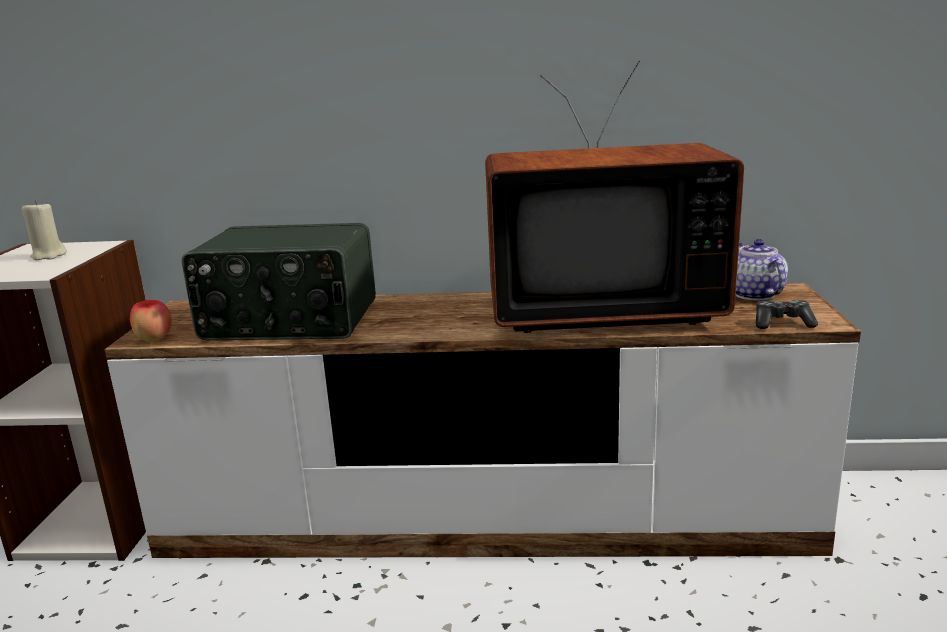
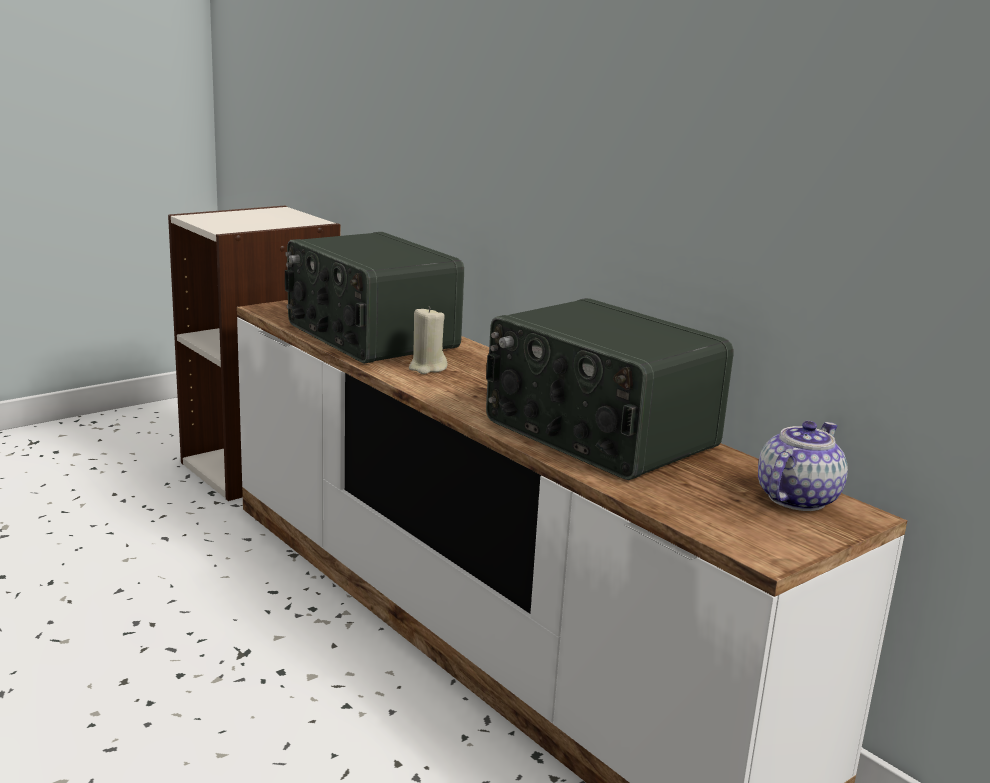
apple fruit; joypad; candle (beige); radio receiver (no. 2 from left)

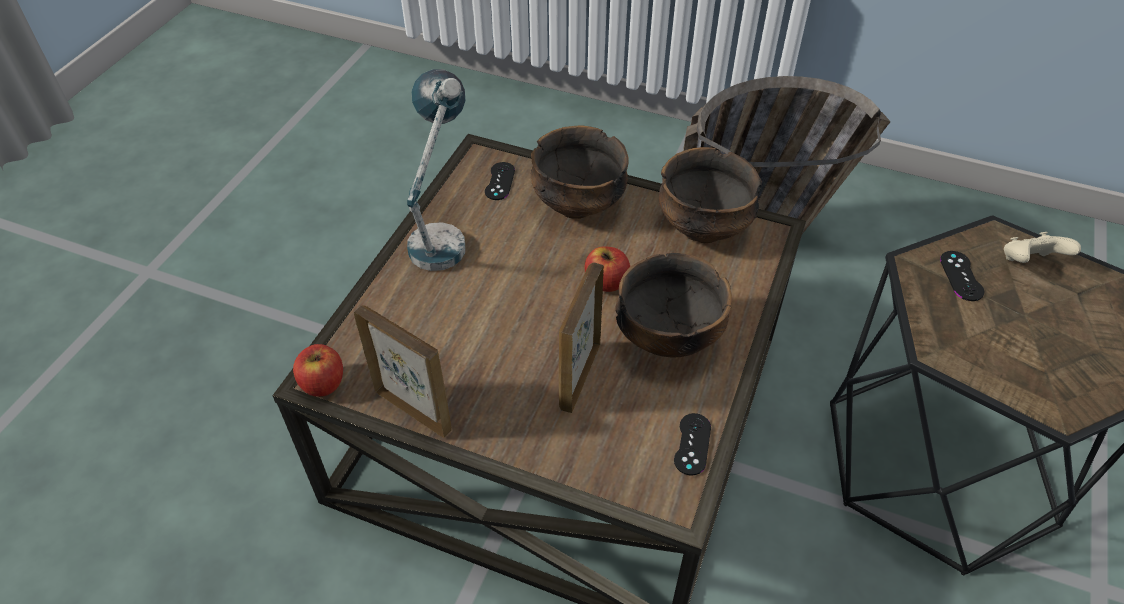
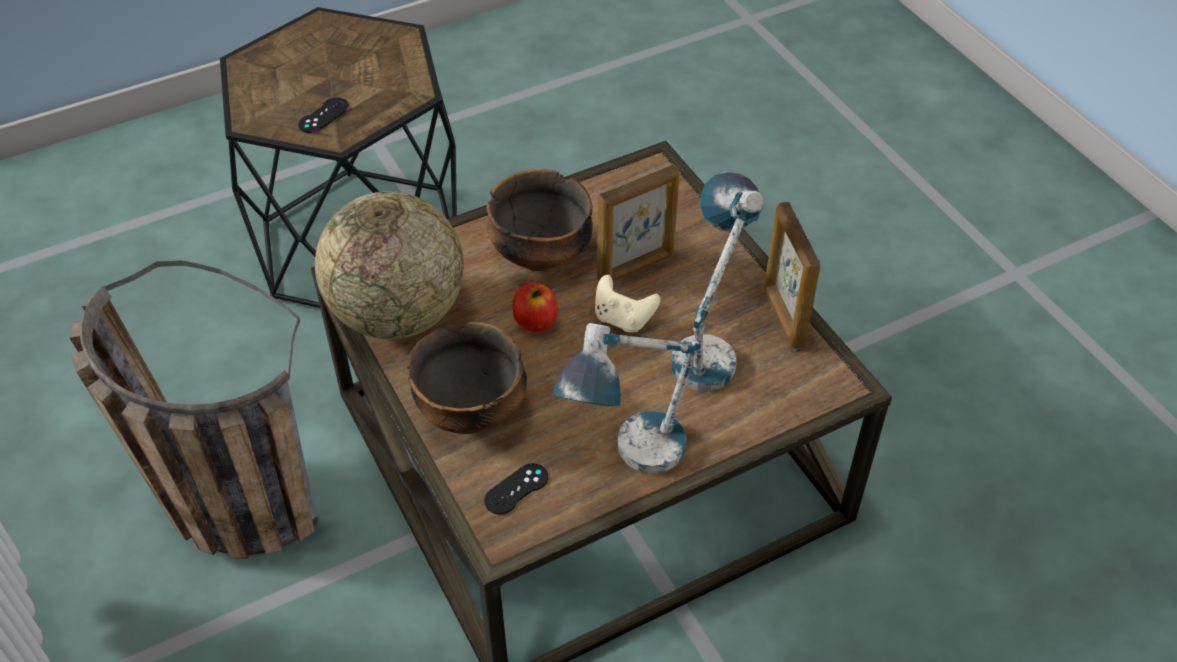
apple fruit (no. 1 from left in the first image); joypad (black-coloured) (no. 2 from left in the first image); tabletop lamp (no. 2 from left); joypad (beige); globe

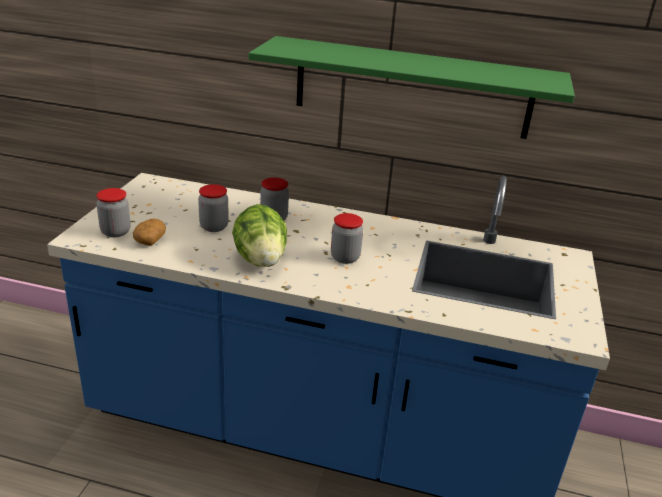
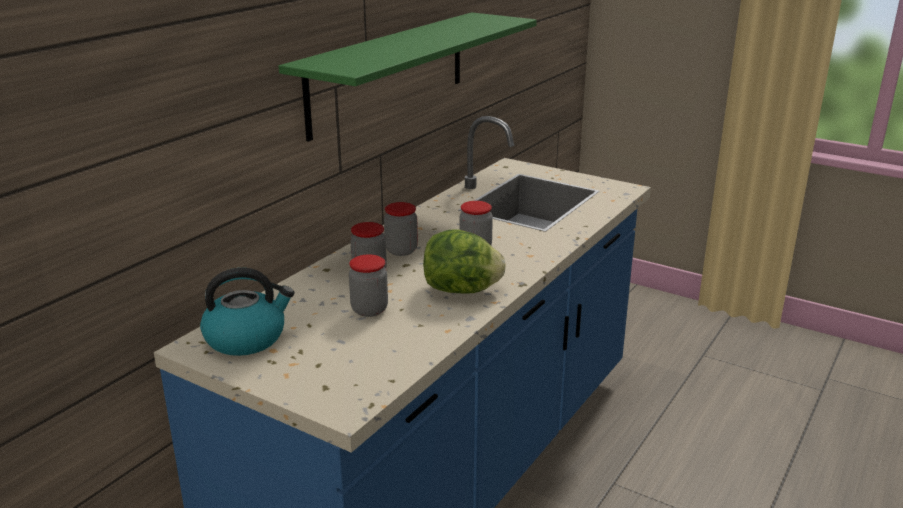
spud; tea kettle; jar (no. 3 from left)

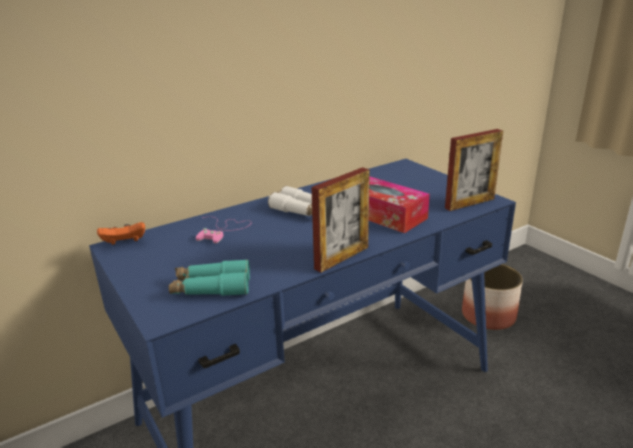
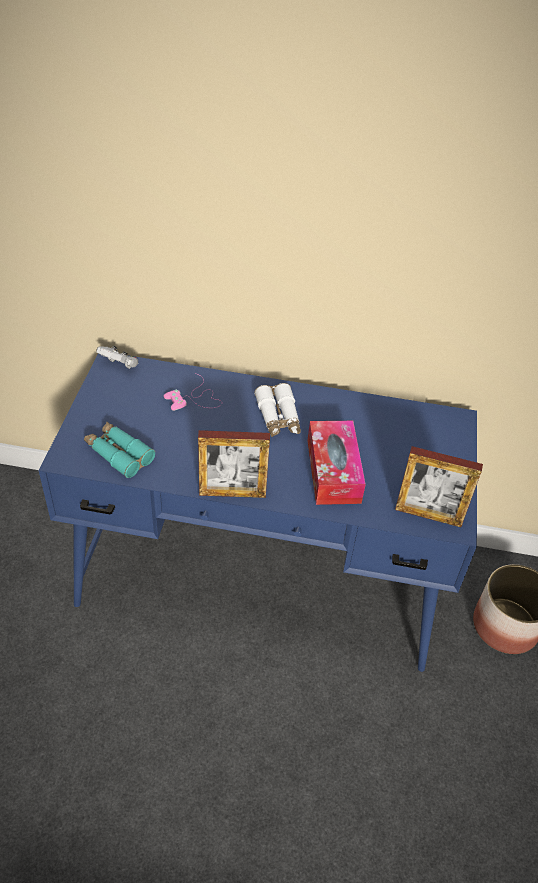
joypad (white)

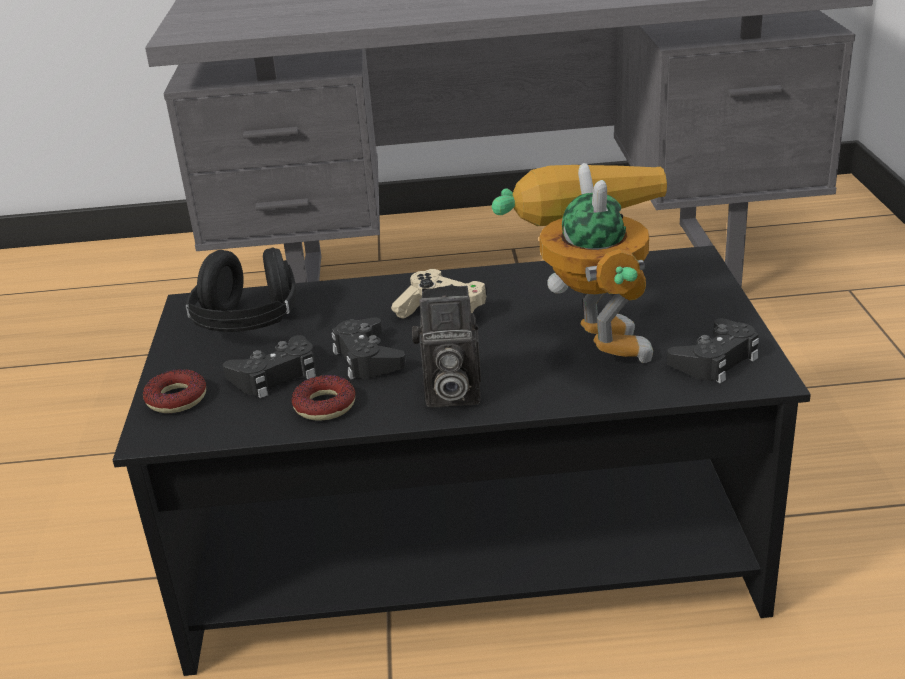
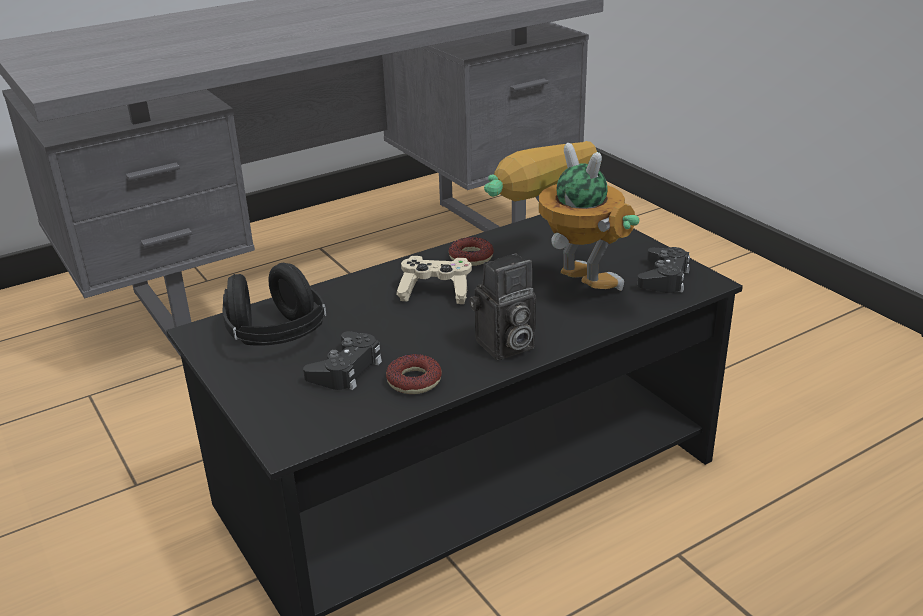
joypad (black-coloured) (no. 2 from left in the first image); doughnut (no. 2 from left)

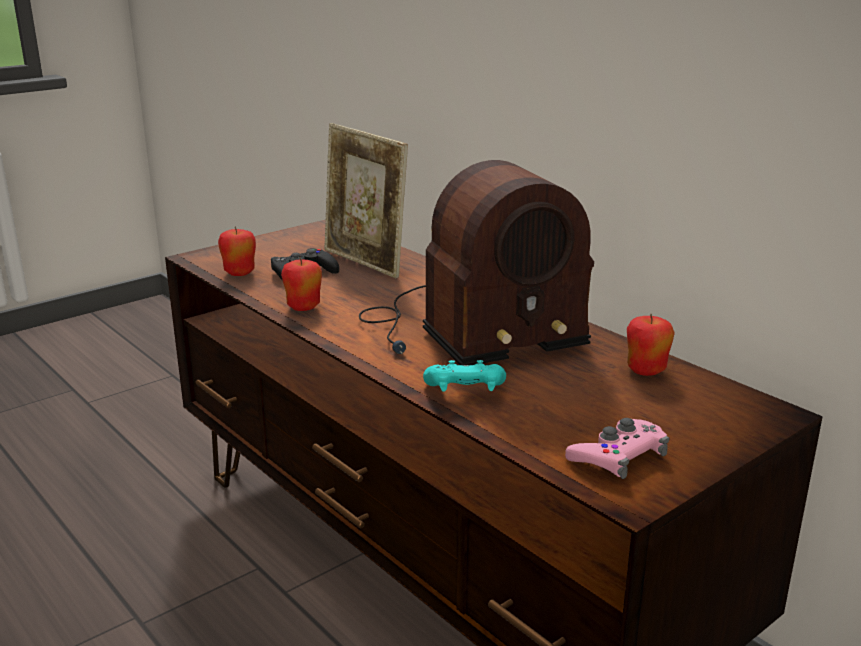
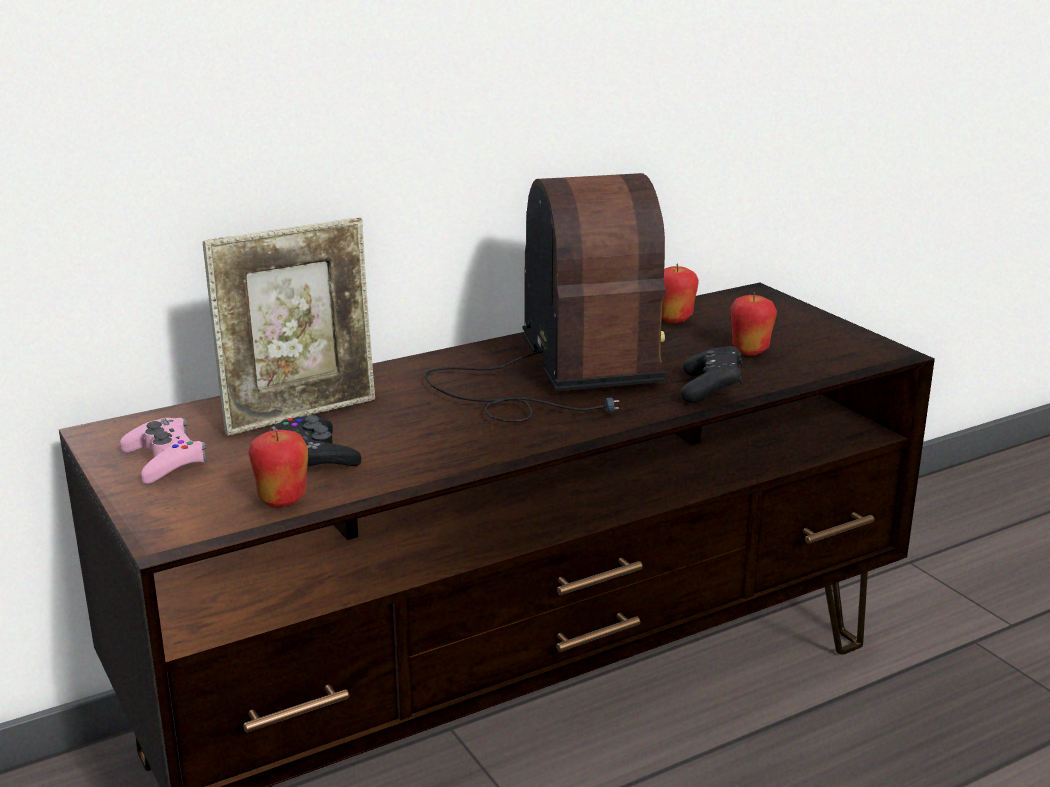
apple fruit (no. 3 from left); joypad (pinkish); joypad (black-coloured) (no. 2 from left)

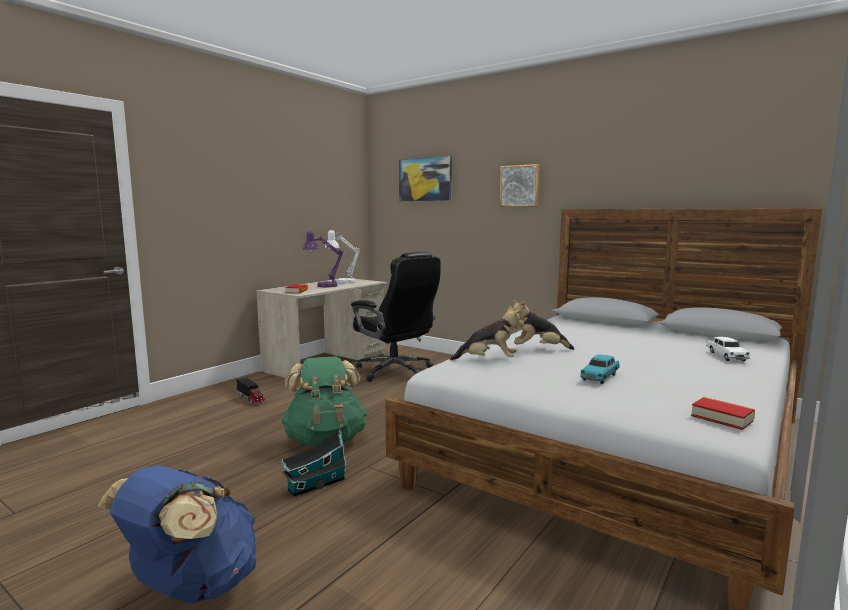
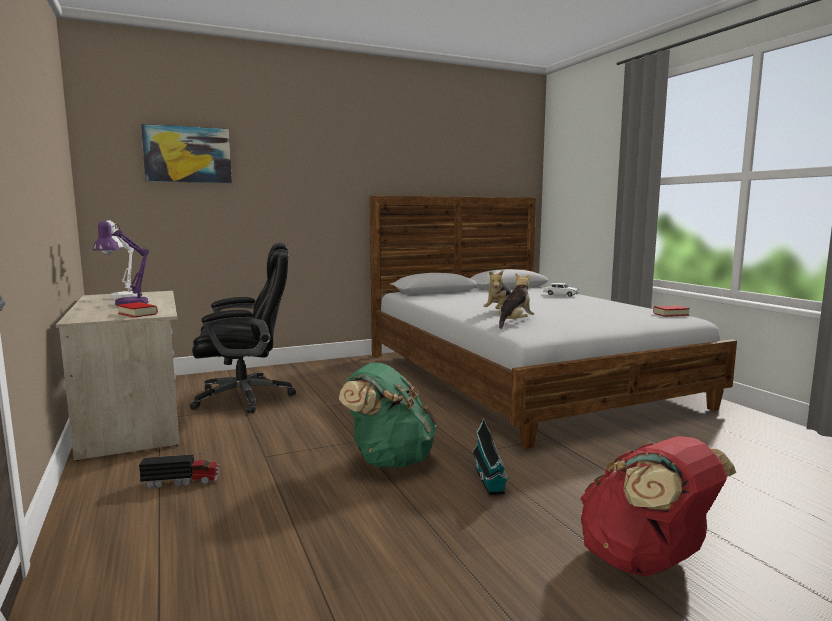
picture (no. 2 from left in the first image); model car (blue-green); rucksack (reddish)

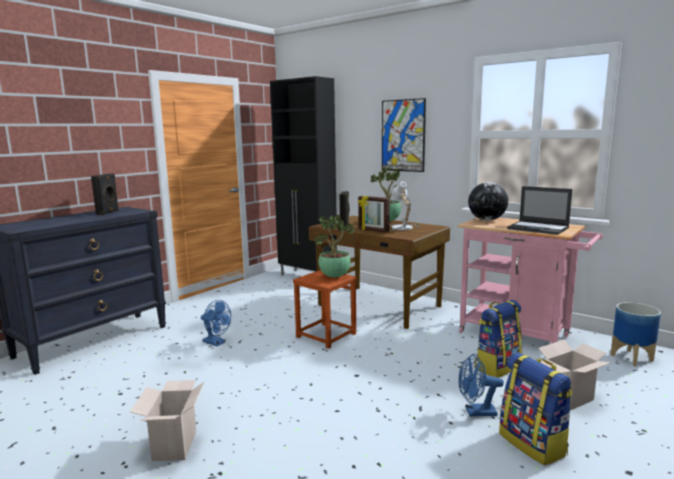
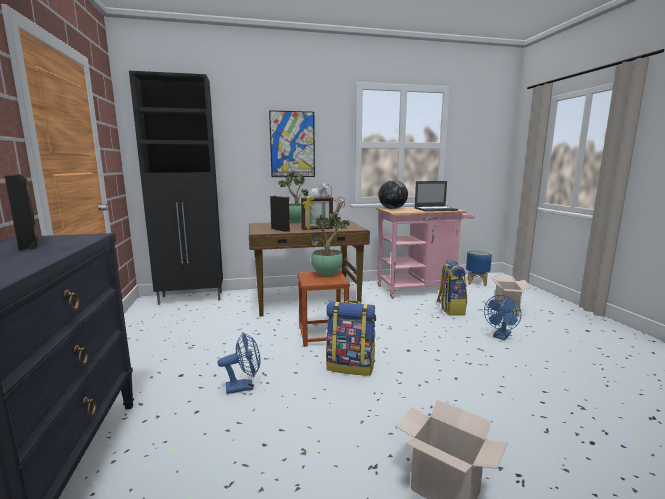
rucksack (no. 1 from left)

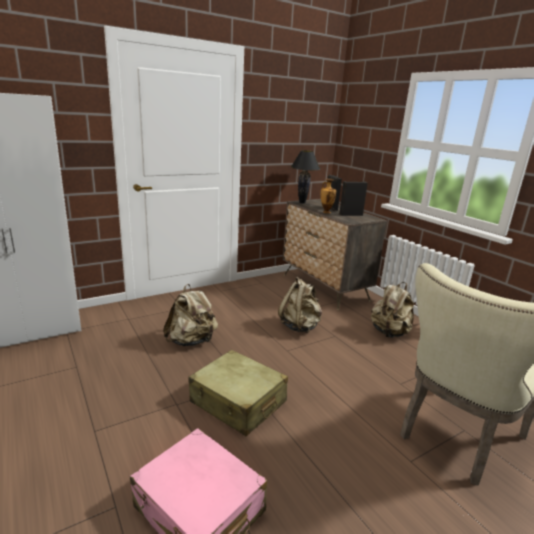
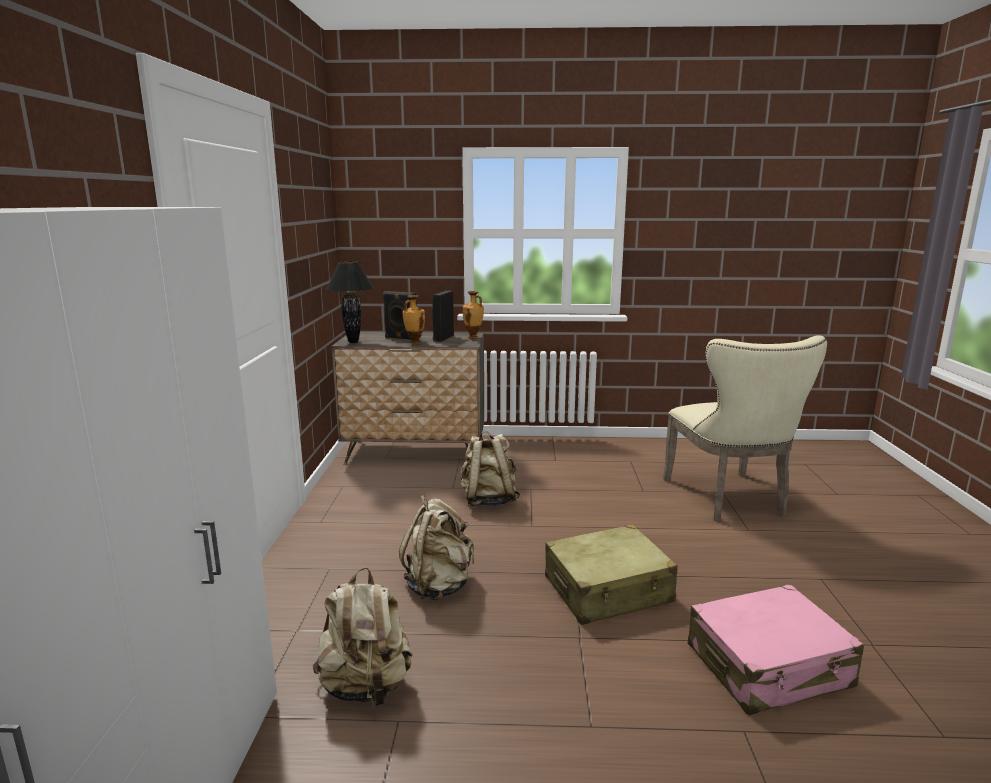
vase (no. 2 from left); rucksack (beige) (no. 1 from left)

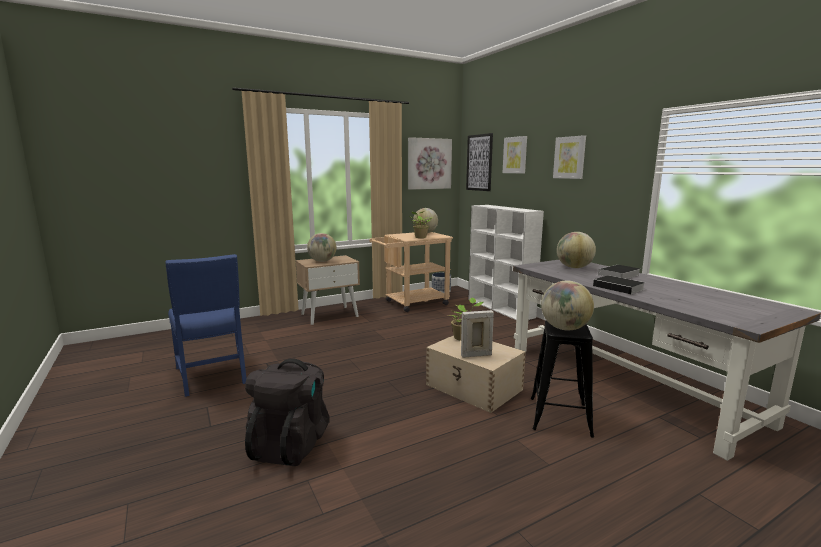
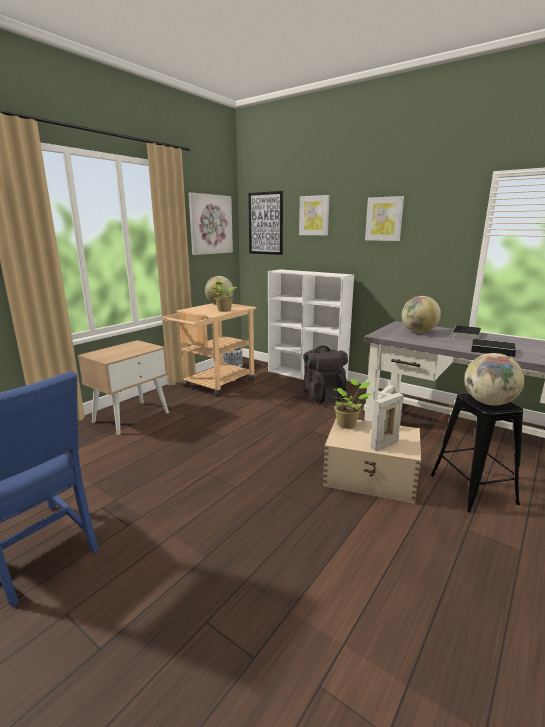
globe (no. 1 from left in the first image); rucksack (black-coloured)

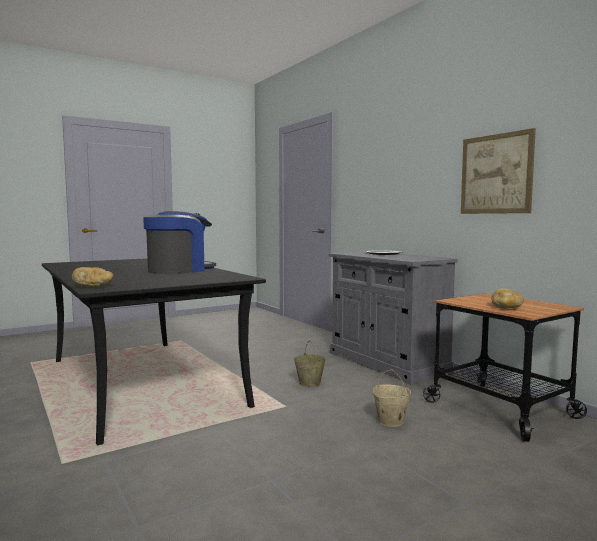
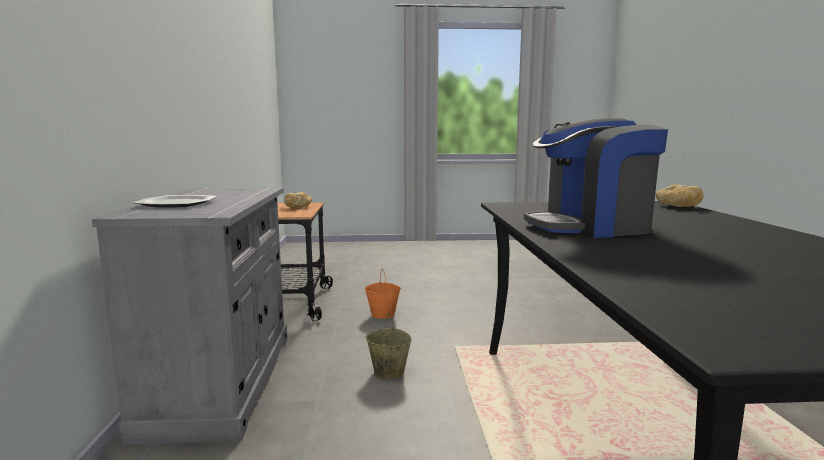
picture; water bucket (orange)

